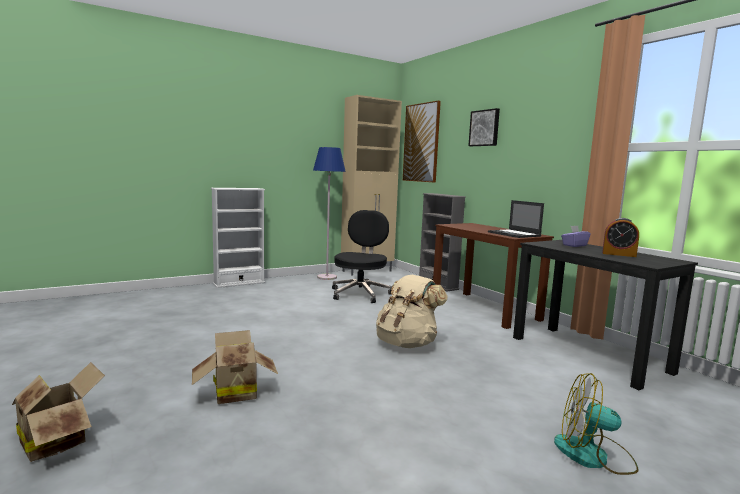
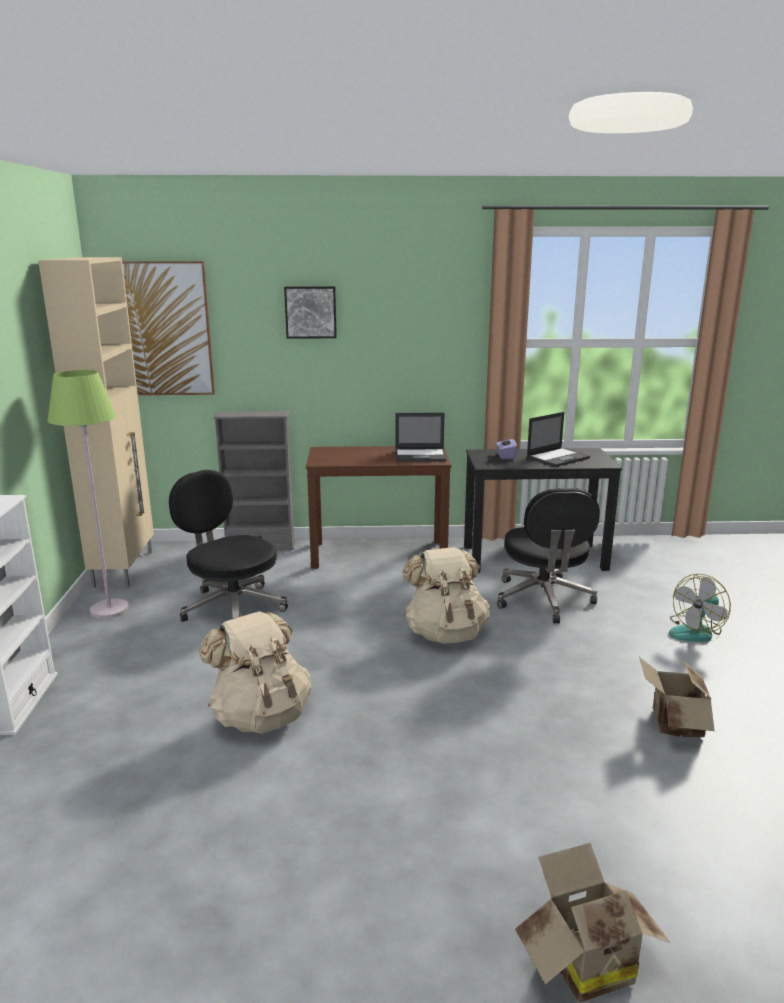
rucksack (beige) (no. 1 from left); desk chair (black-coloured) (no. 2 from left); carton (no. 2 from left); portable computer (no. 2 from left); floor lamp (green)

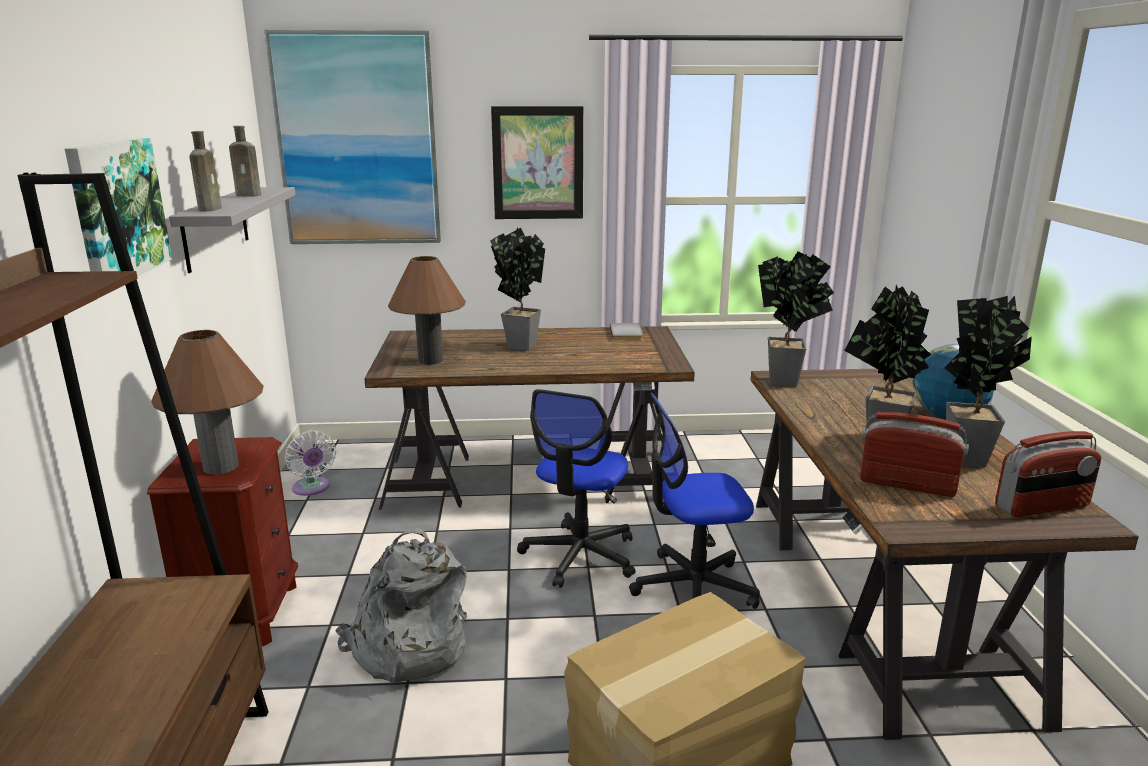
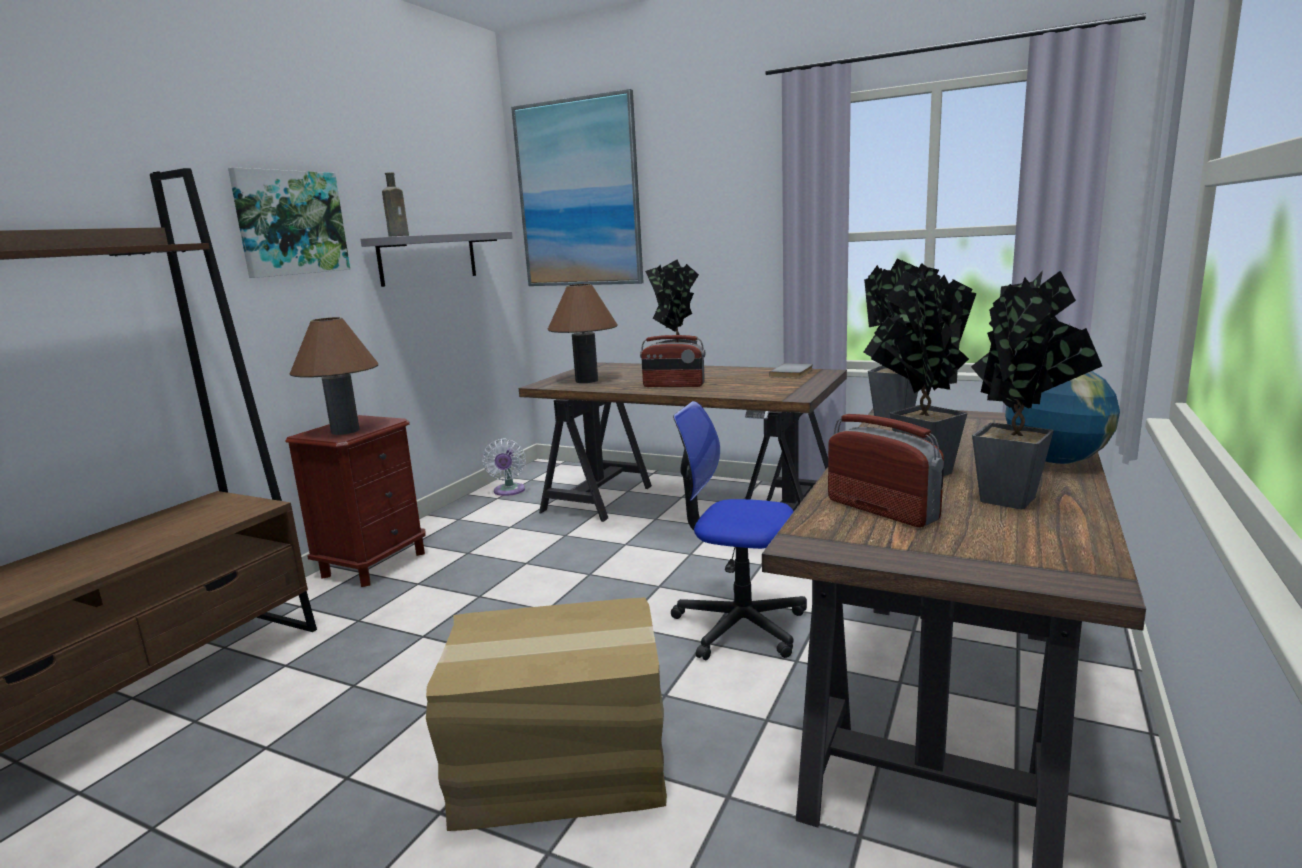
bottle (brownish) (no. 2 from left in the first image); rucksack (greyish); picture (no. 3 from left in the first image); desk chair (no. 1 from left in the first image); radio receiver (no. 1 from left)

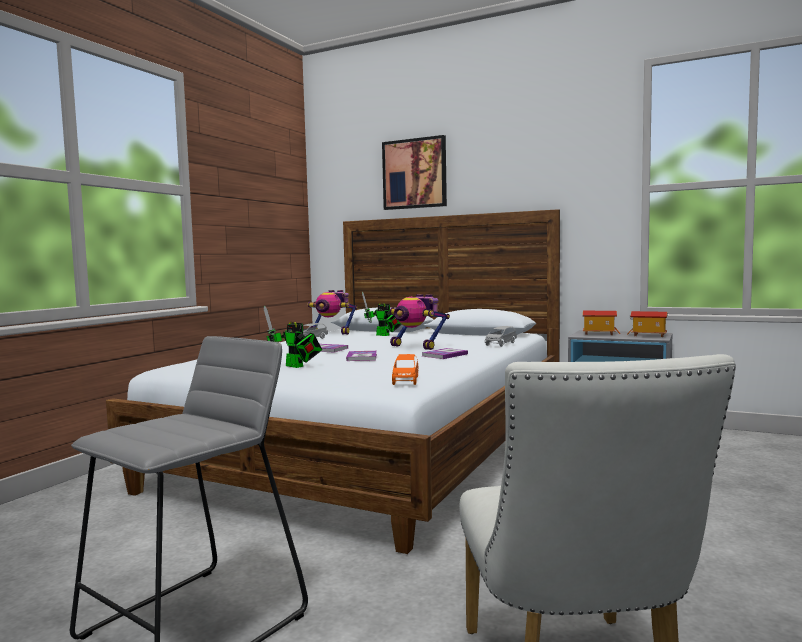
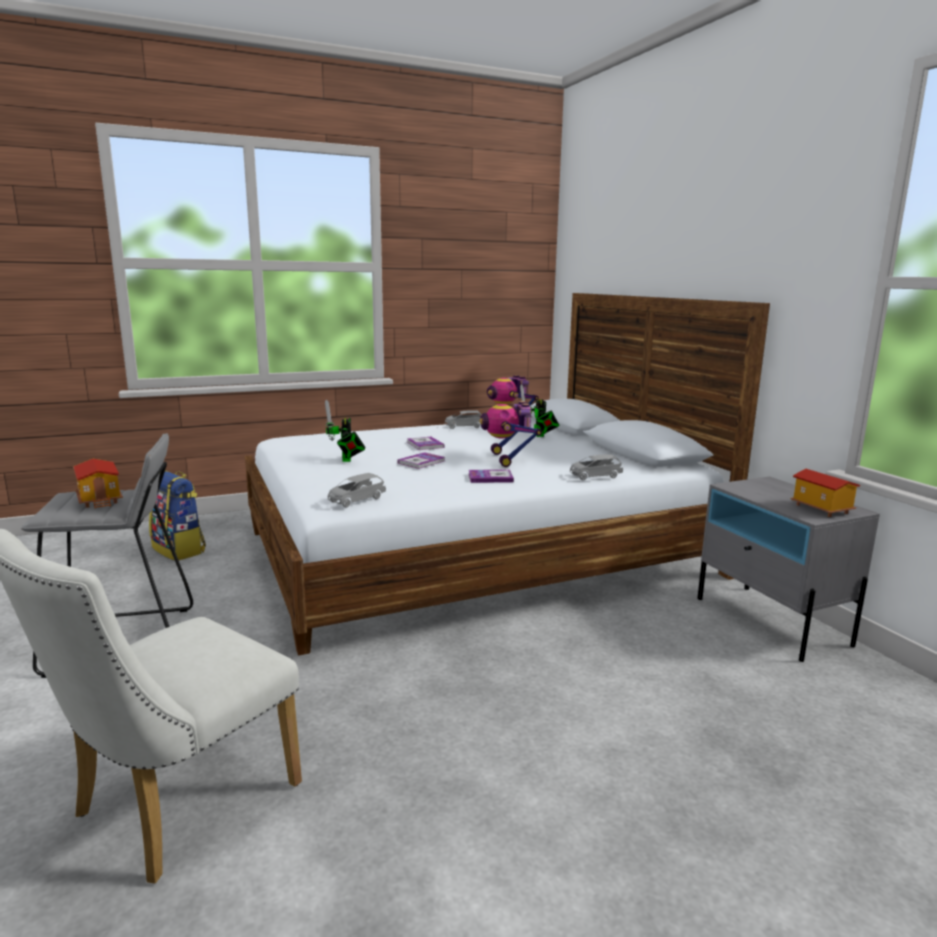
picture; rucksack; model house (no. 1 from left); model car (greyish) (no. 1 from left)

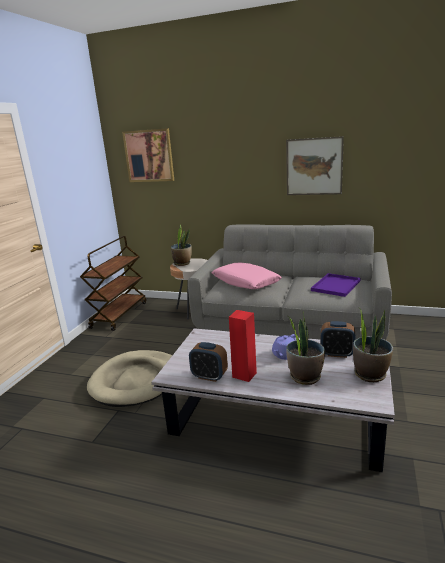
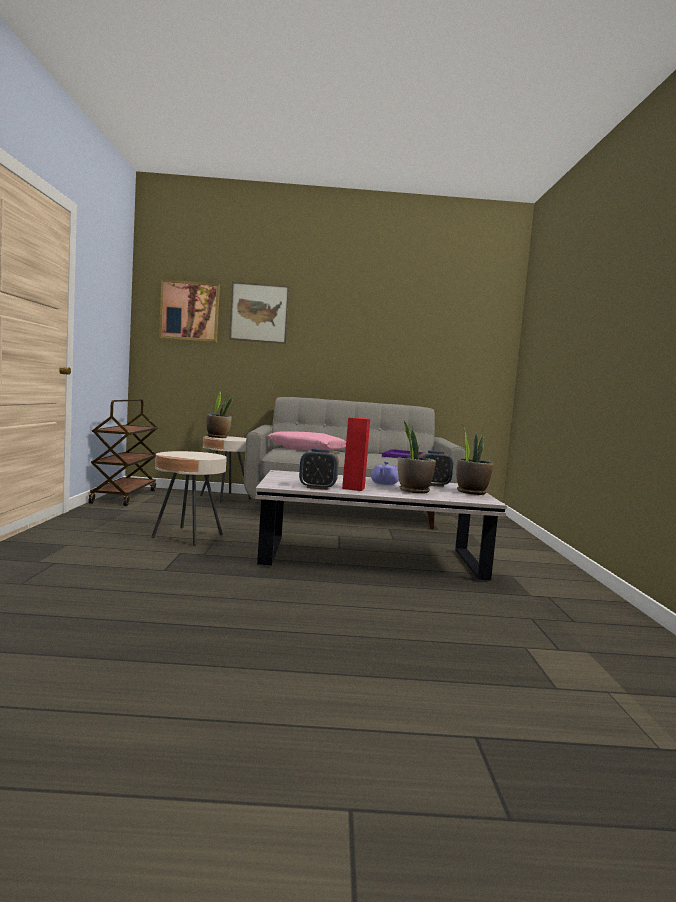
picture (no. 2 from left); end table (beige) (no. 1 from left)

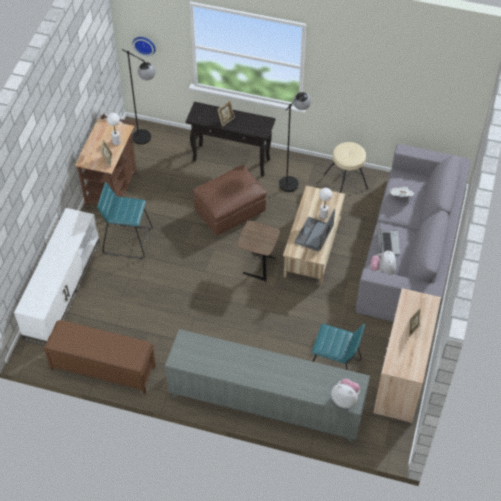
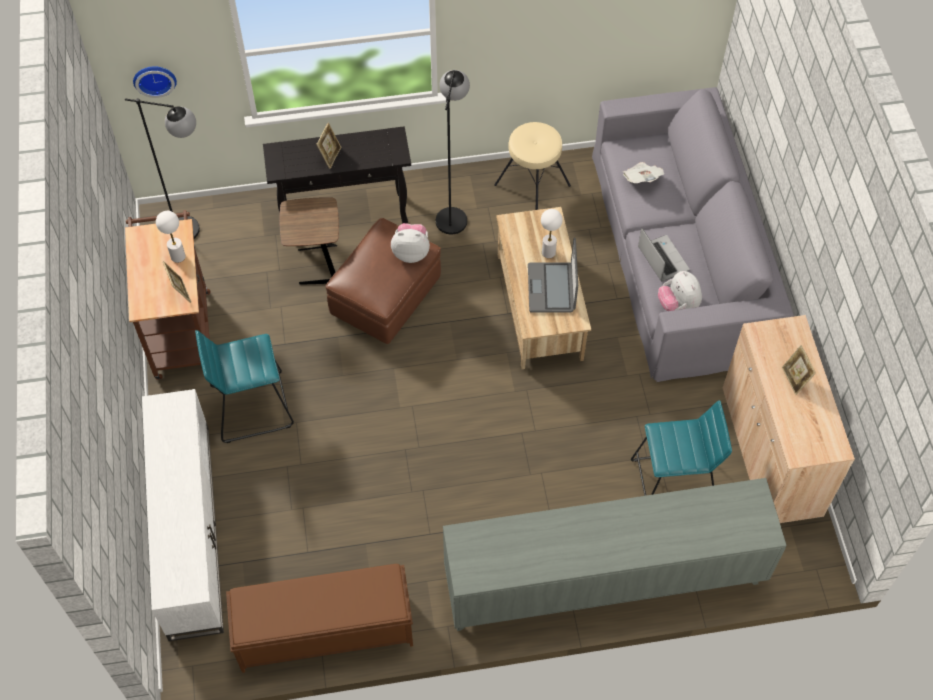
end table (brownish); soft toy (no. 1 from left)

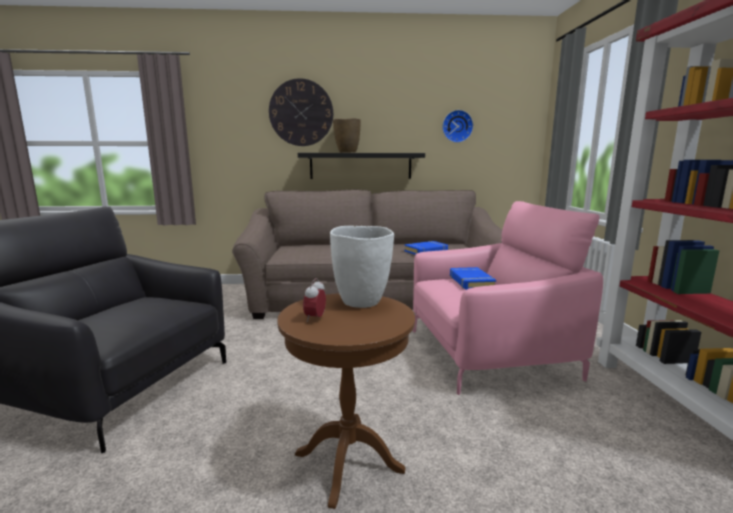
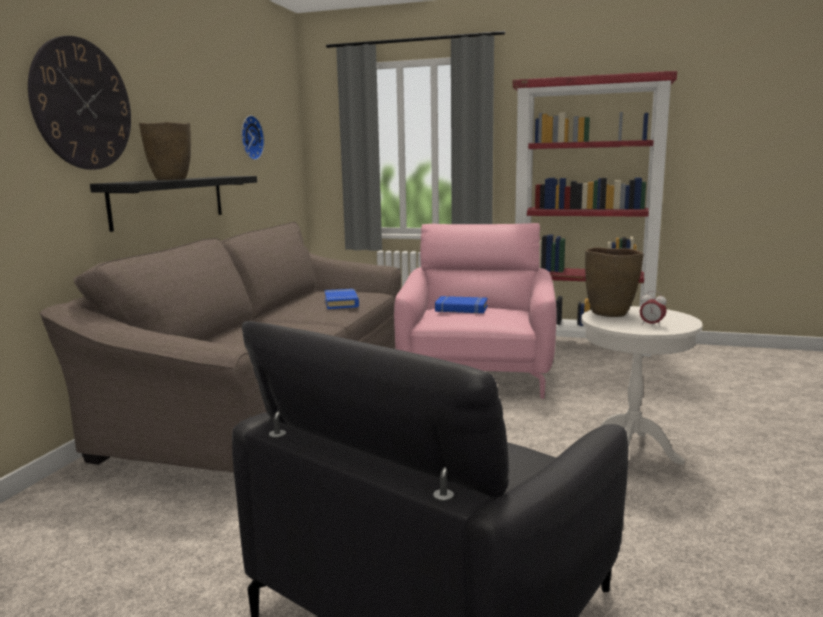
end table (white); vase (brownish) (no. 2 from left)

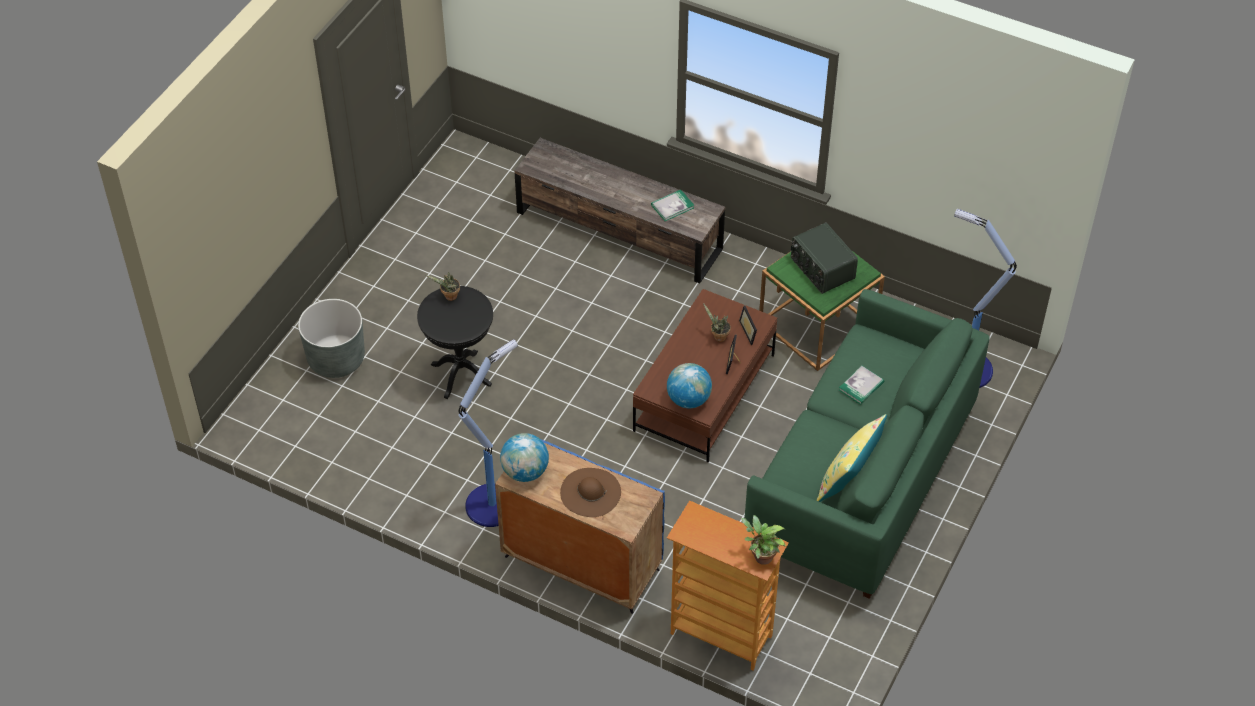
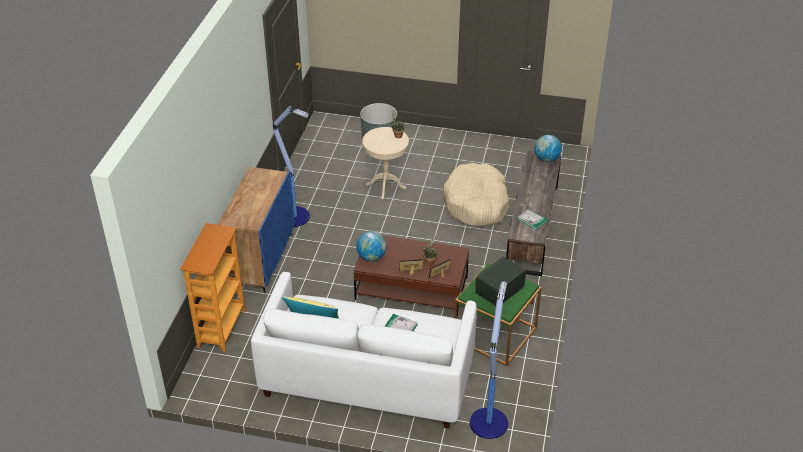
hat (brownish); houseplant (no. 3 from left in the first image); dog bed (beige); globe (no. 2 from left); end table (beige); couch (white)

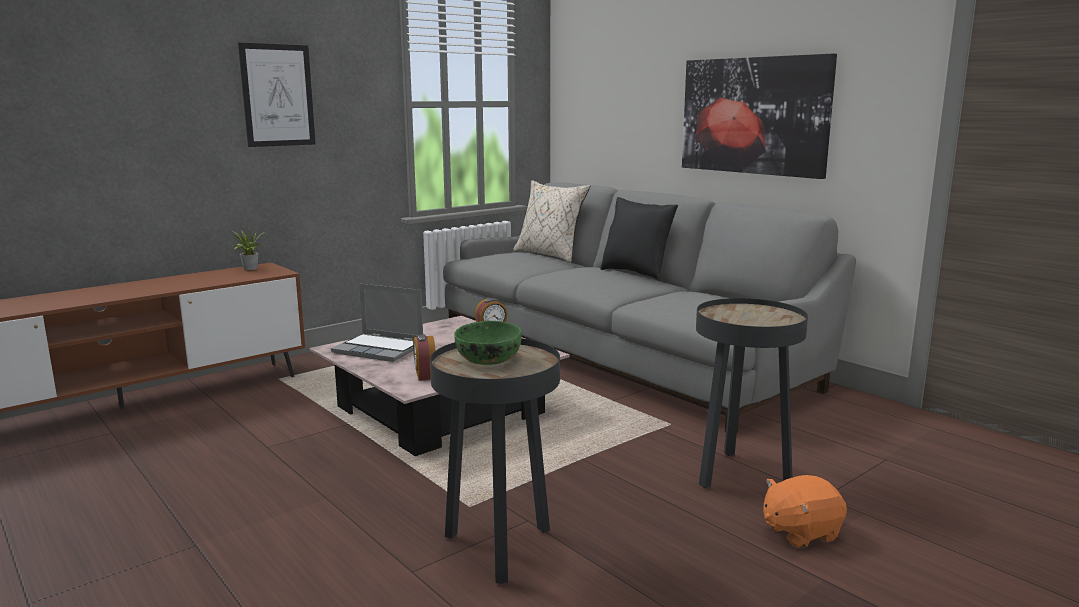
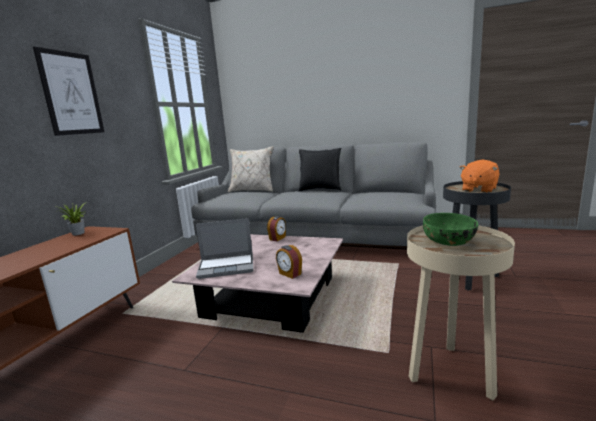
picture (no. 2 from left in the first image); soft toy (orange); end table (beige)

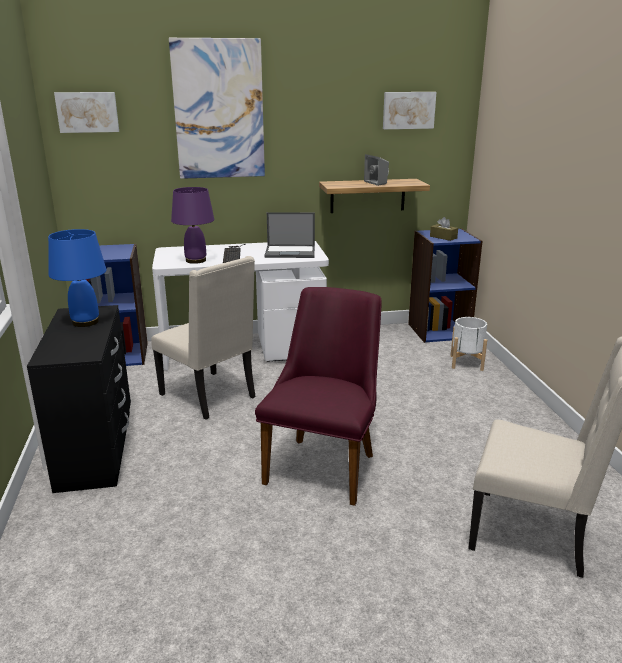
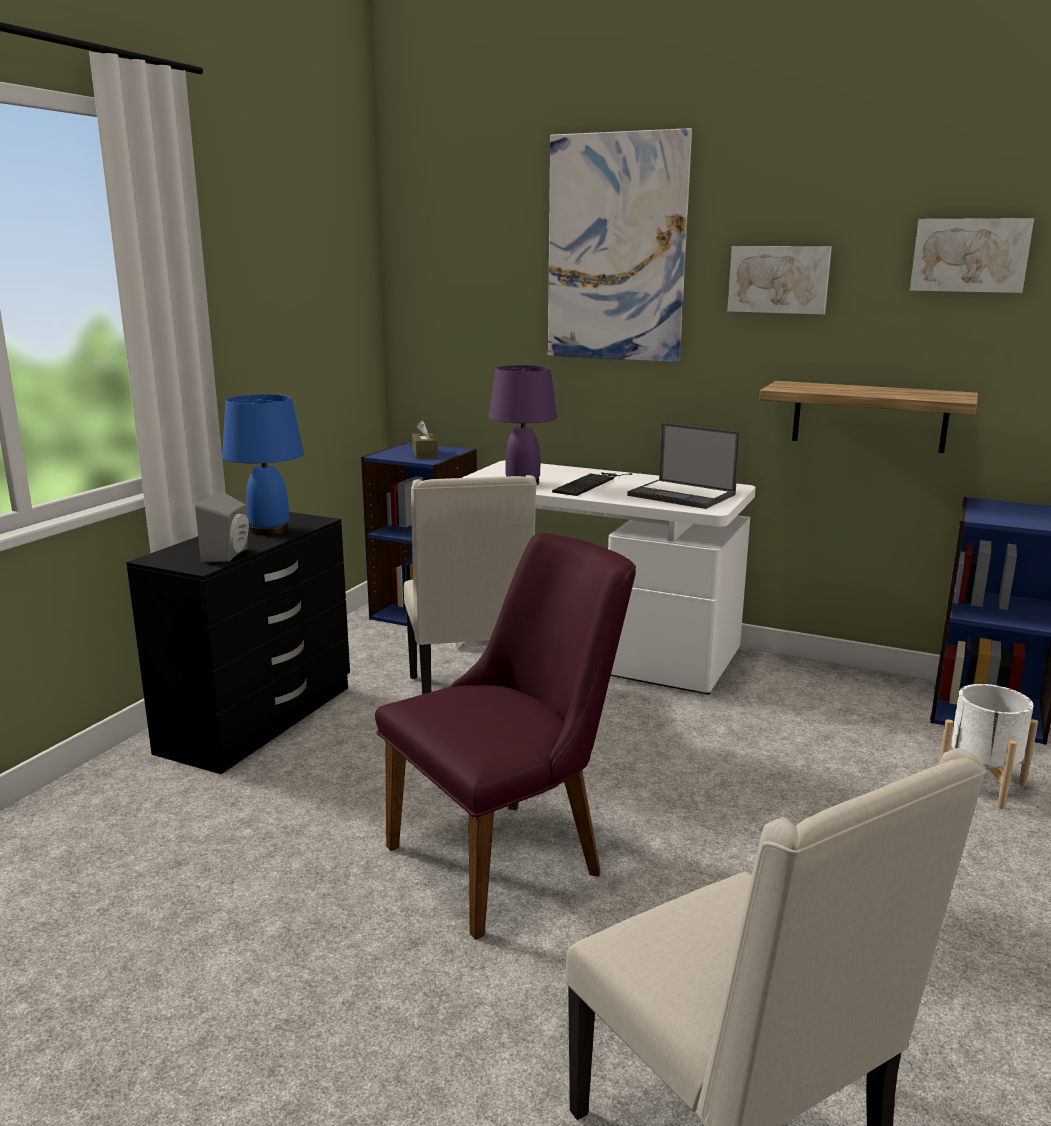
picture (no. 2 from left); speaker (greyish); tissue box (brownish)

